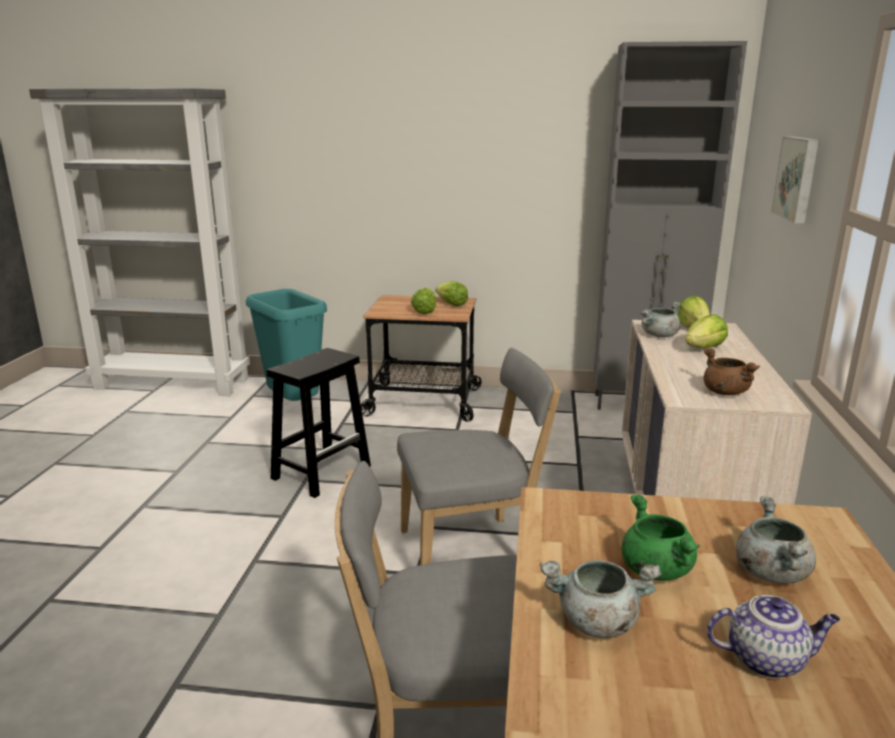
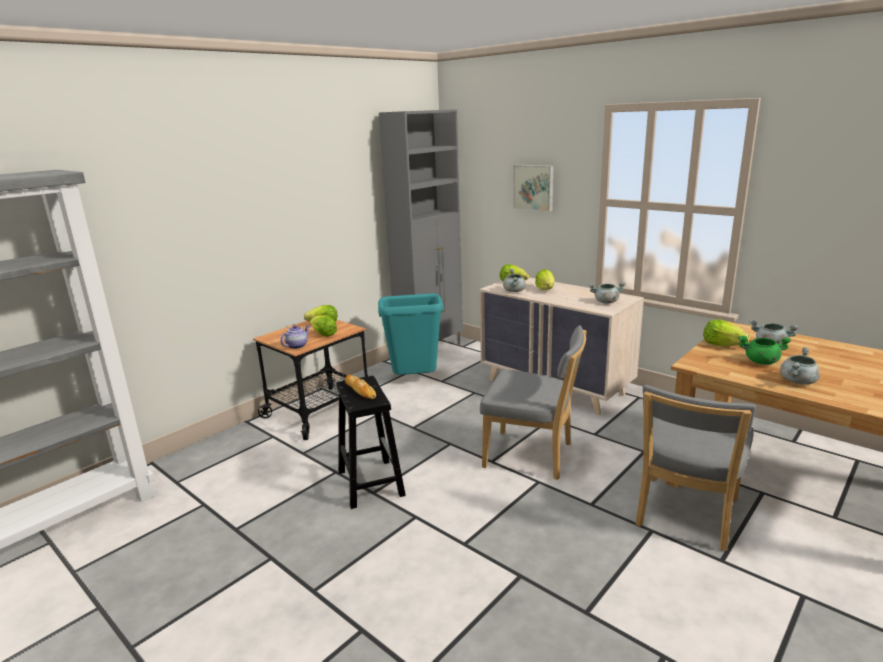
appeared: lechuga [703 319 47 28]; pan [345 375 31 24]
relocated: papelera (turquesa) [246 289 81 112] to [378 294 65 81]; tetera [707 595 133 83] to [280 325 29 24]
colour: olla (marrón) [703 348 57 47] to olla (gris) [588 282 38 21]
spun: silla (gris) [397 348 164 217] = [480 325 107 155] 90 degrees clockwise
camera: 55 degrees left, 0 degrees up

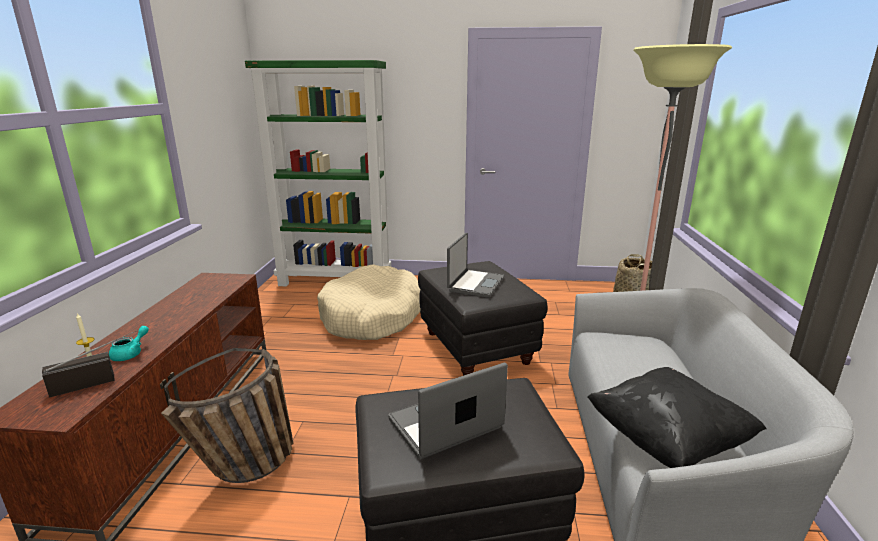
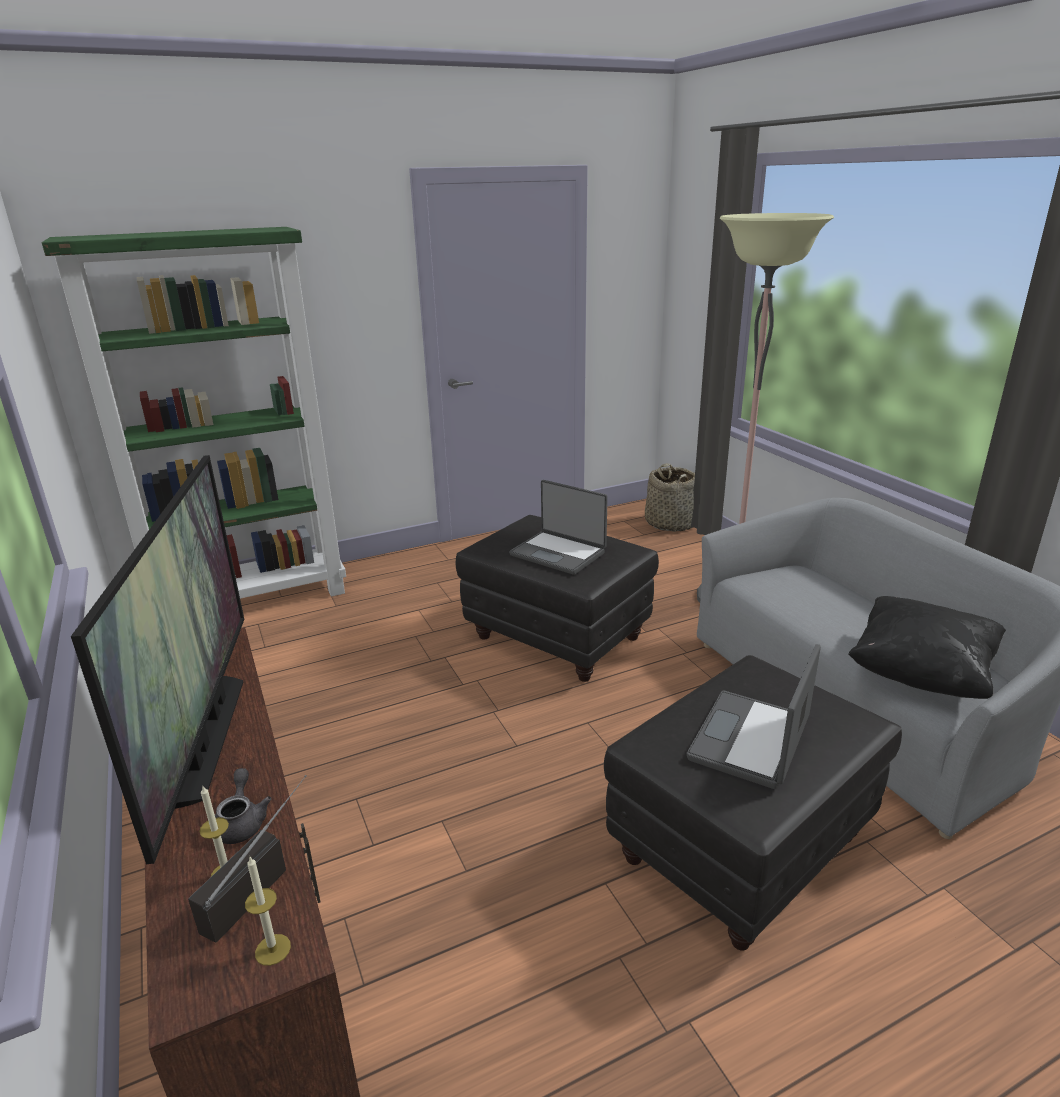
missing: cama para perro (beis) [317 264 104 76]; cesta [161 348 132 135]
appeared: televisor [71 455 173 409]; vela [245 857 46 109]
colour: tetera (turquesa) [109 326 40 35] to tetera (gris) [215 768 56 76]
spun: portátil [447 233 57 65] = [509 480 99 95] 135 degrees clockwise
camera: 30 degrees left, 5 degrees up

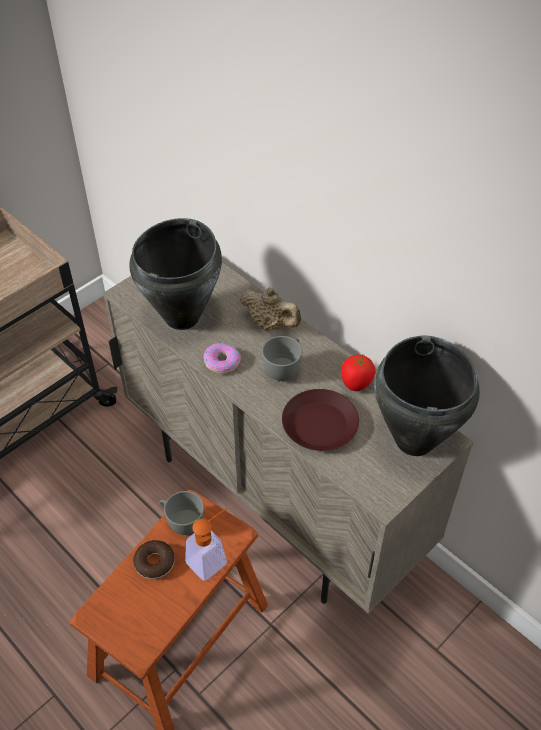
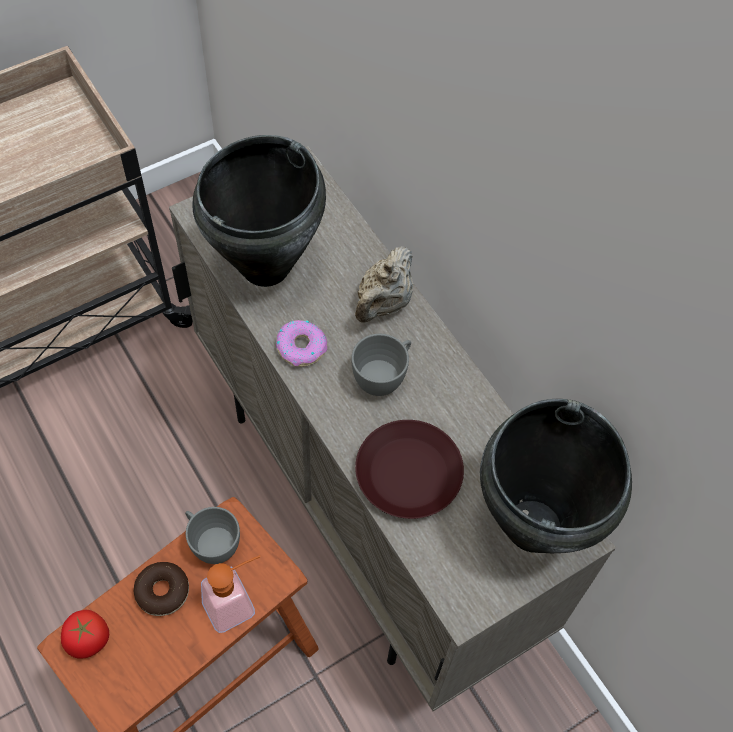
relocated: tomate [341 354 34 37] to [61 610 48 49]
spun: tetera (beis) [240 288 61 43] = [355 246 58 77] 75 degrees clockwise
camera: 10 degrees right, 10 degrees up

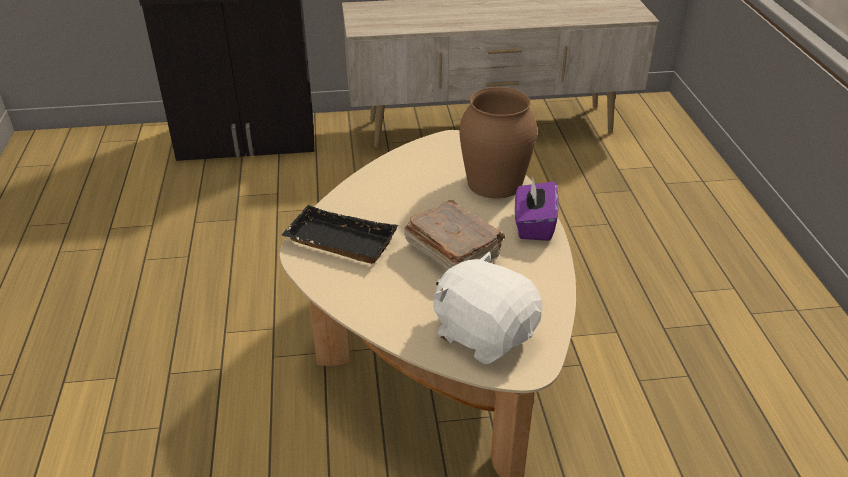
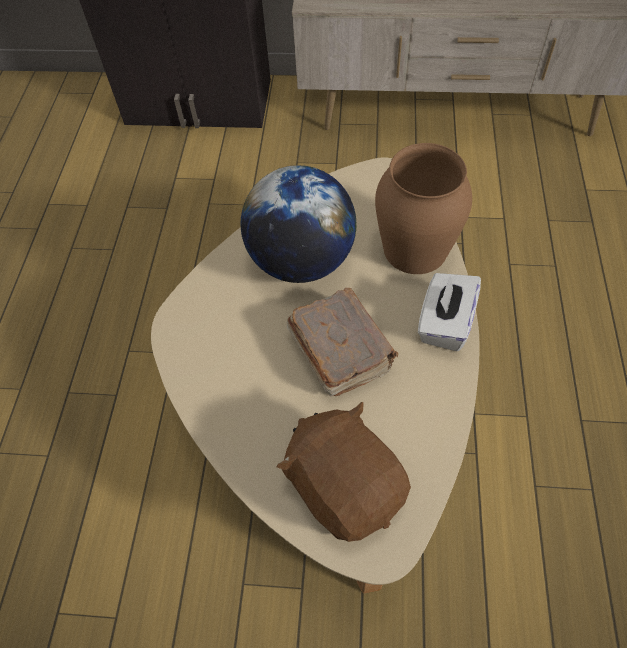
missing: bandeja (negro) [282 205 116 59]
appeared: globo terráqueo [241 165 116 118]
colour: caja de pañuelos (morado) [515 178 43 63] to caja de pañuelos (blanco) [418 273 63 78]; peluche (blanco) [433 251 110 113] to peluche (marrón) [277 402 134 140]
camera: 15 degrees right, 20 degrees up

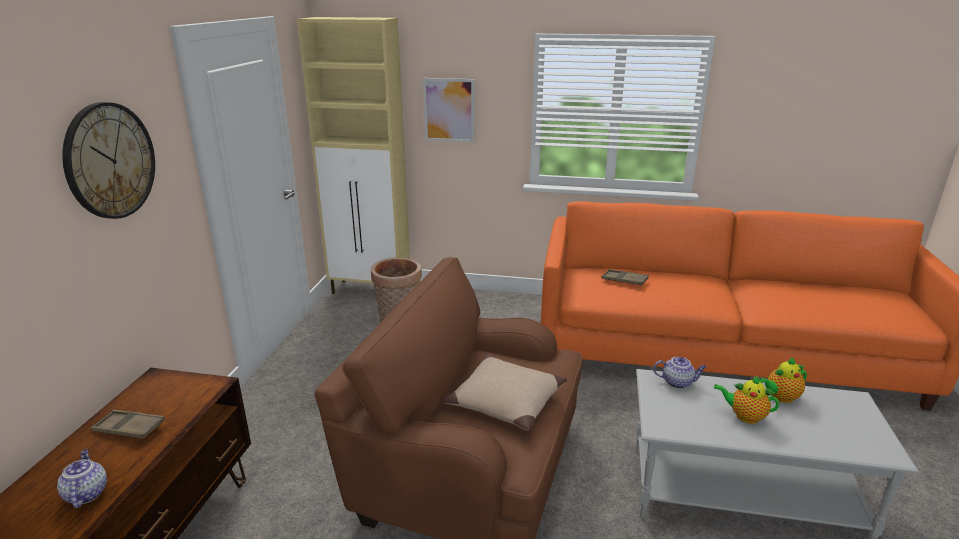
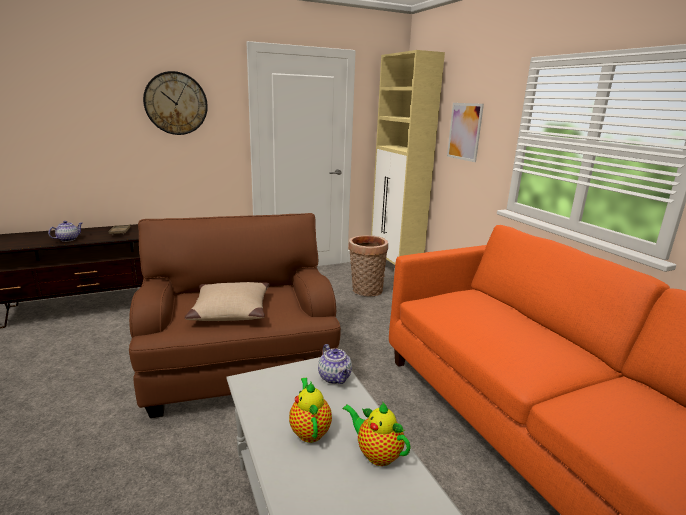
missing: bandeja (marrón) [601 269 48 17]
camera: 55 degrees right, 5 degrees down

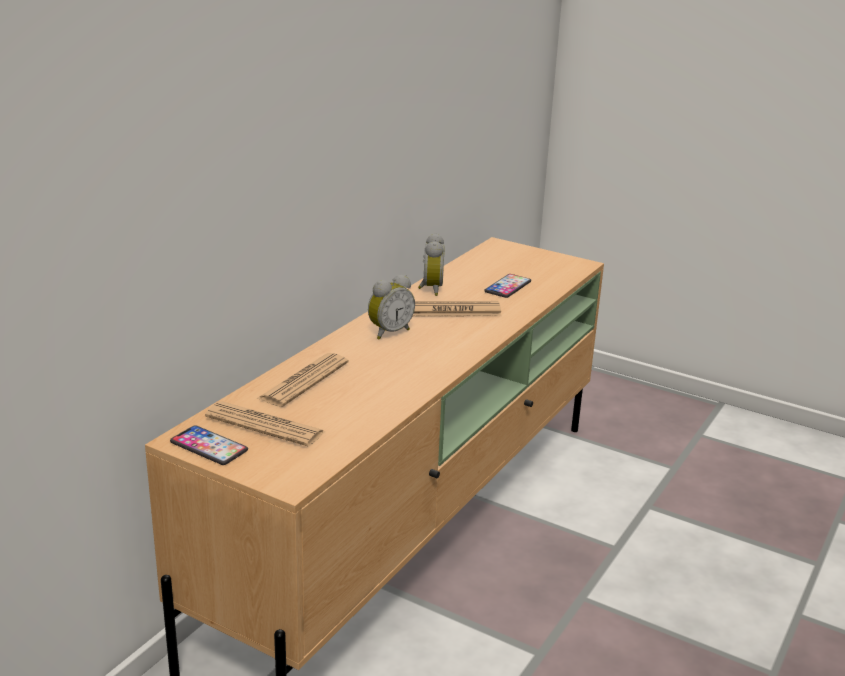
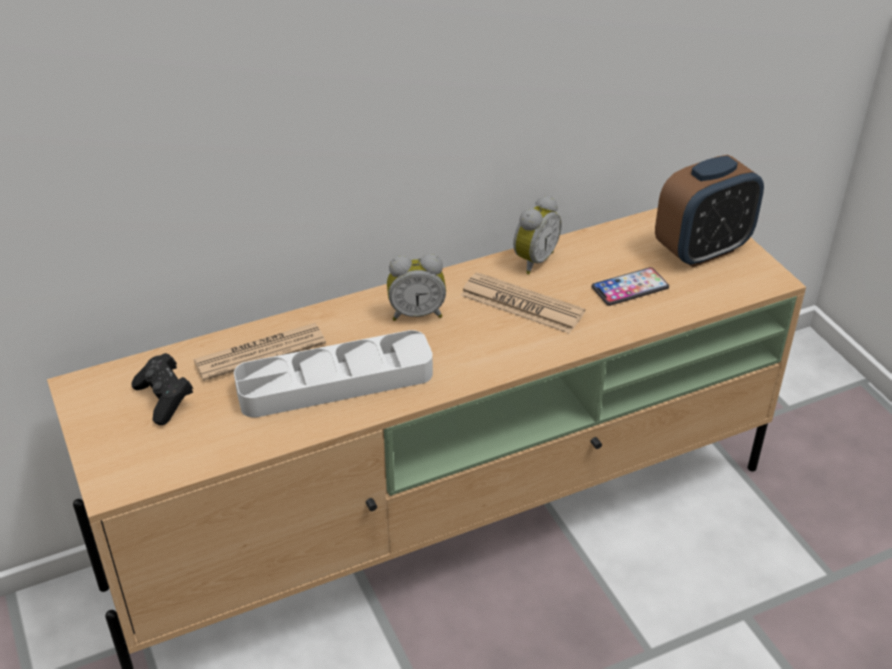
missing: móvil [170 425 78 40]
appeared: despertador [655 155 109 113]; bandeja (blanco) [234 330 199 88]
exchanged: periódico [205 401 120 46] to mando de consola (negro) [132 353 61 72]
camera: 35 degrees right, 15 degrees up

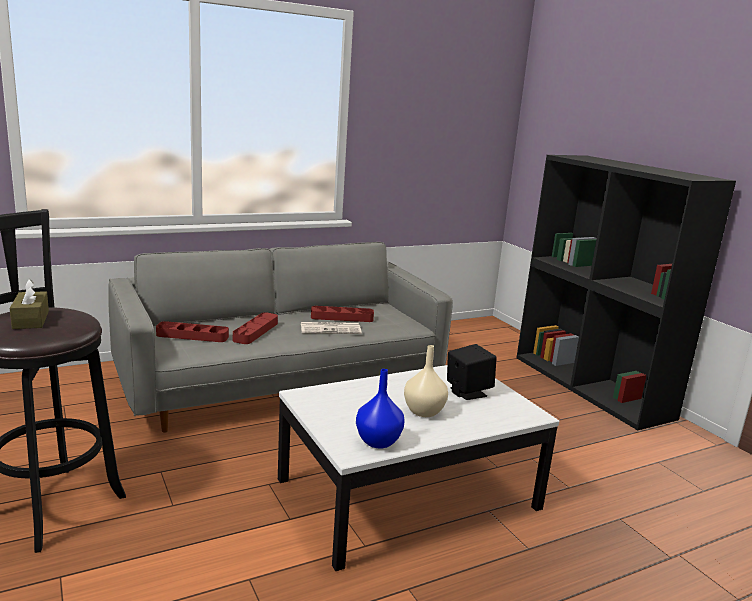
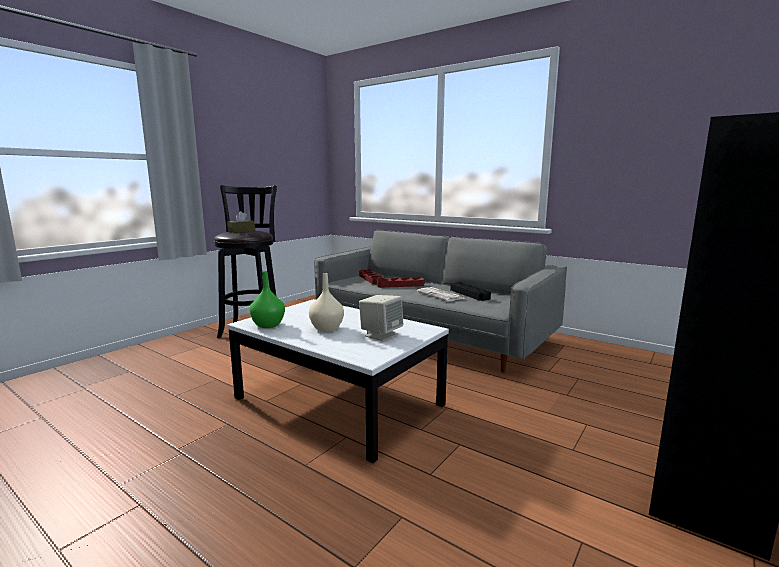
colour: bandeja (rojo) [311 306 63 16] to bandeja (negro) [450 282 41 19]; altavoz (negro) [447 344 50 56] to altavoz (beis) [359 295 44 46]; florero (azul) [356 369 49 80] to florero (verde) [249 271 36 57]
camera: 65 degrees right, 5 degrees down

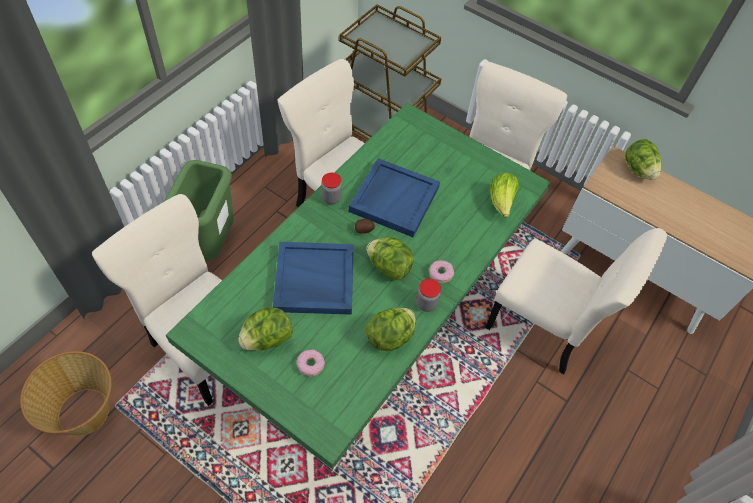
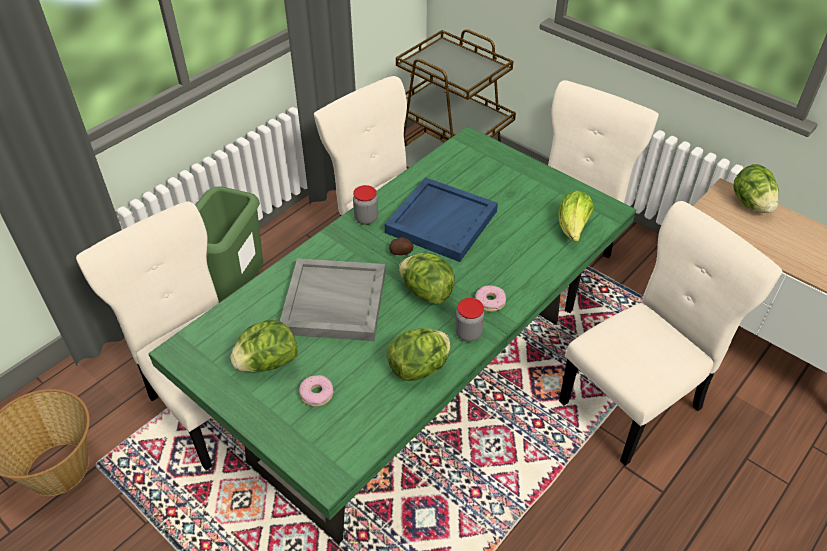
colour: bandeja (azul) [273 242 81 73] to bandeja (gris) [280 258 105 83]
spun: silla (beis) [485 228 182 146] = [559 201 223 265] 75 degrees counterclockwise
camera: 10 degrees right, 10 degrees down

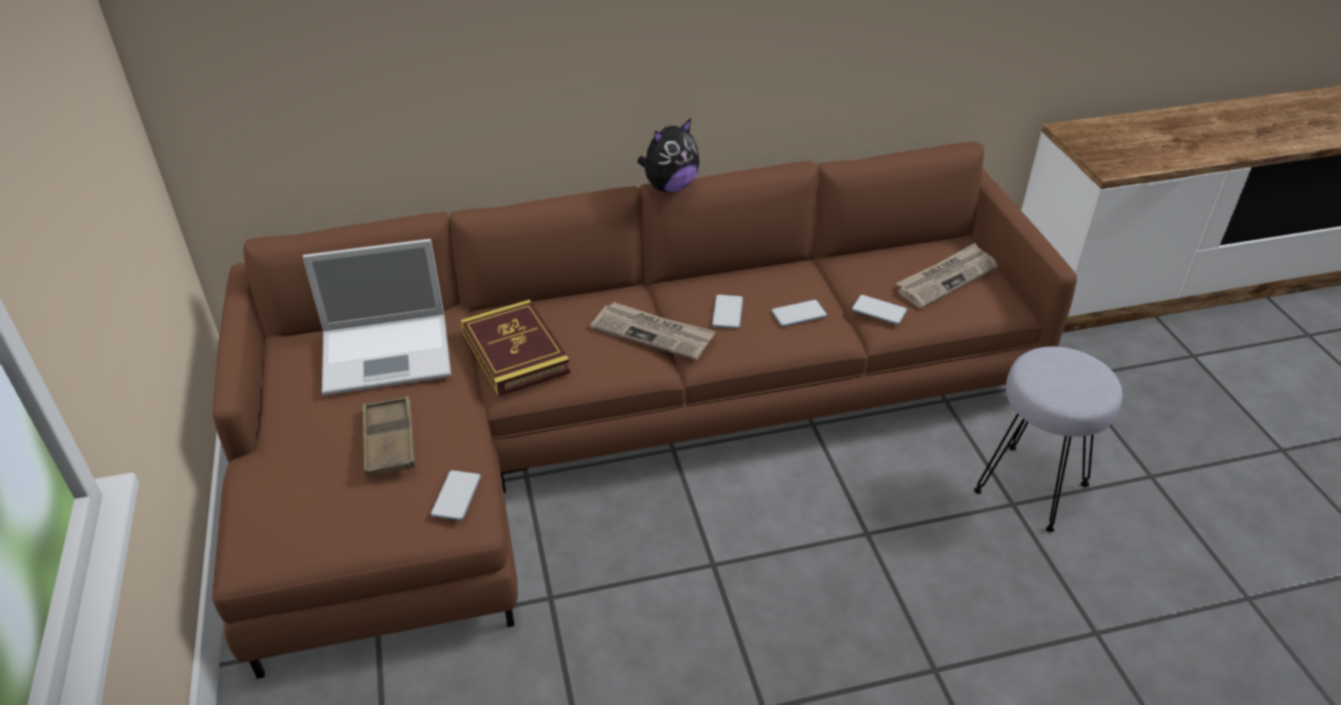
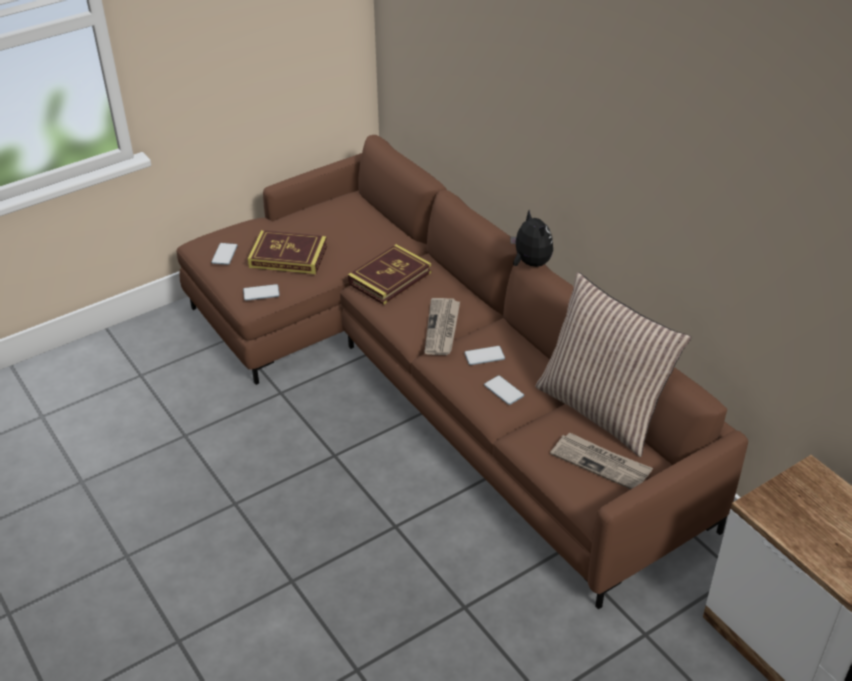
missing: portátil [303 239 148 157]; taburete (gris) [974 347 149 185]
appeared: cojín [536 272 155 185]
relocated: móvil [852 295 55 29] to [211 243 27 22]
exchanged: bandeja (marrón) [363 396 52 81] to libro [248 230 79 44]
spun: peluche [637 118 62 75] = [510 210 43 57] 150 degrees counterclockwise
camera: 70 degrees right, 0 degrees up

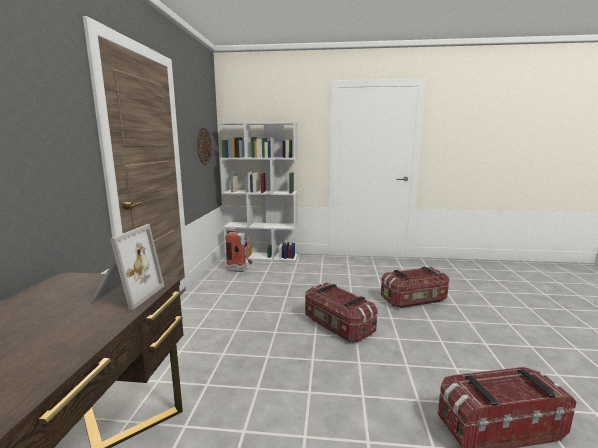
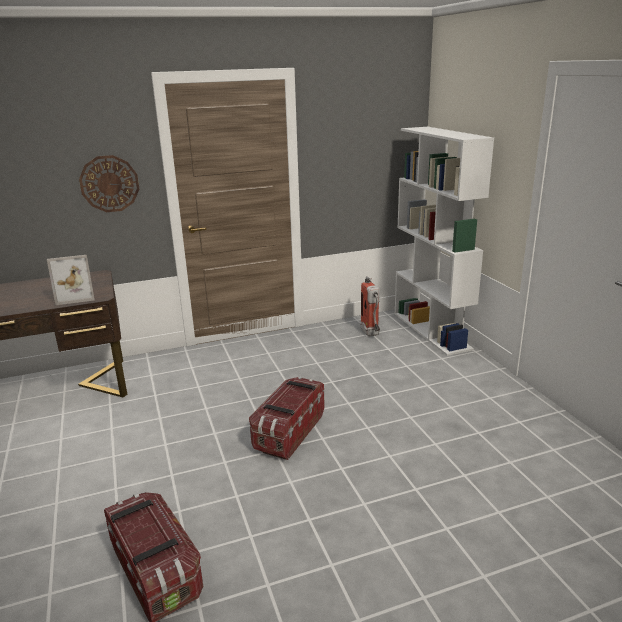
missing: caja de almacenaje [381 267 68 41]
relocated: reloj de pared [197 128 15 37] to [79 155 60 57]
camera: 65 degrees right, 10 degrees up

